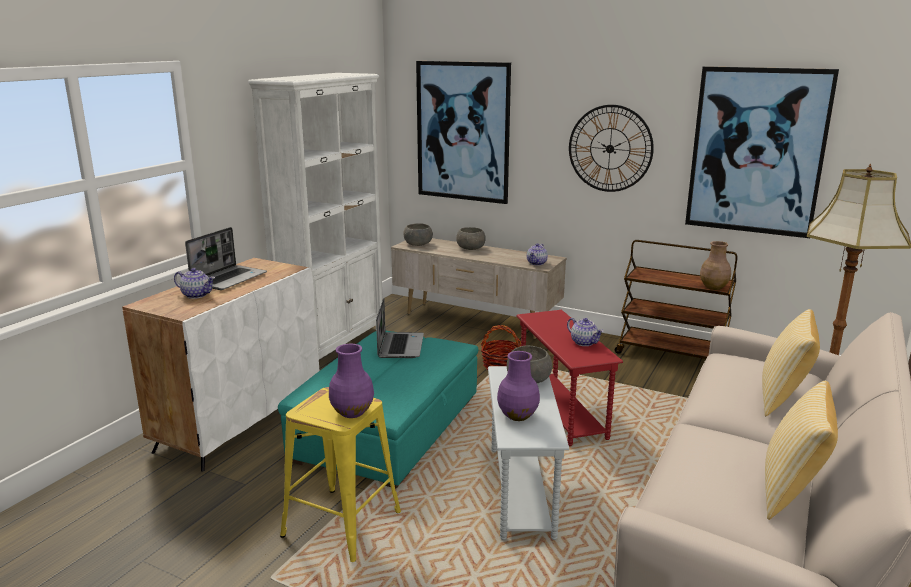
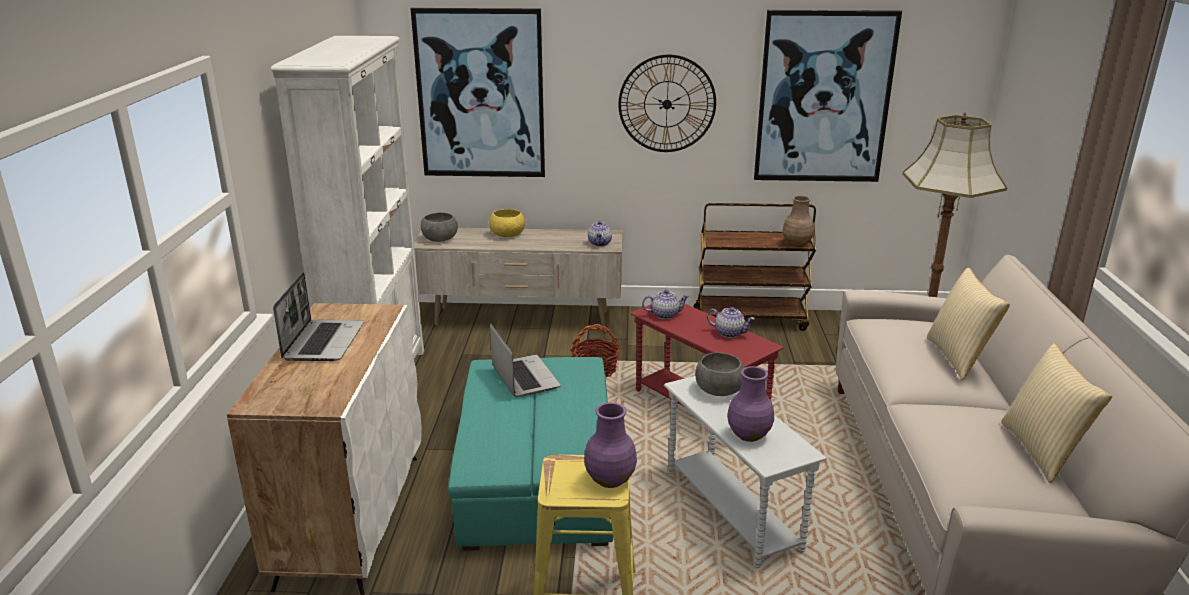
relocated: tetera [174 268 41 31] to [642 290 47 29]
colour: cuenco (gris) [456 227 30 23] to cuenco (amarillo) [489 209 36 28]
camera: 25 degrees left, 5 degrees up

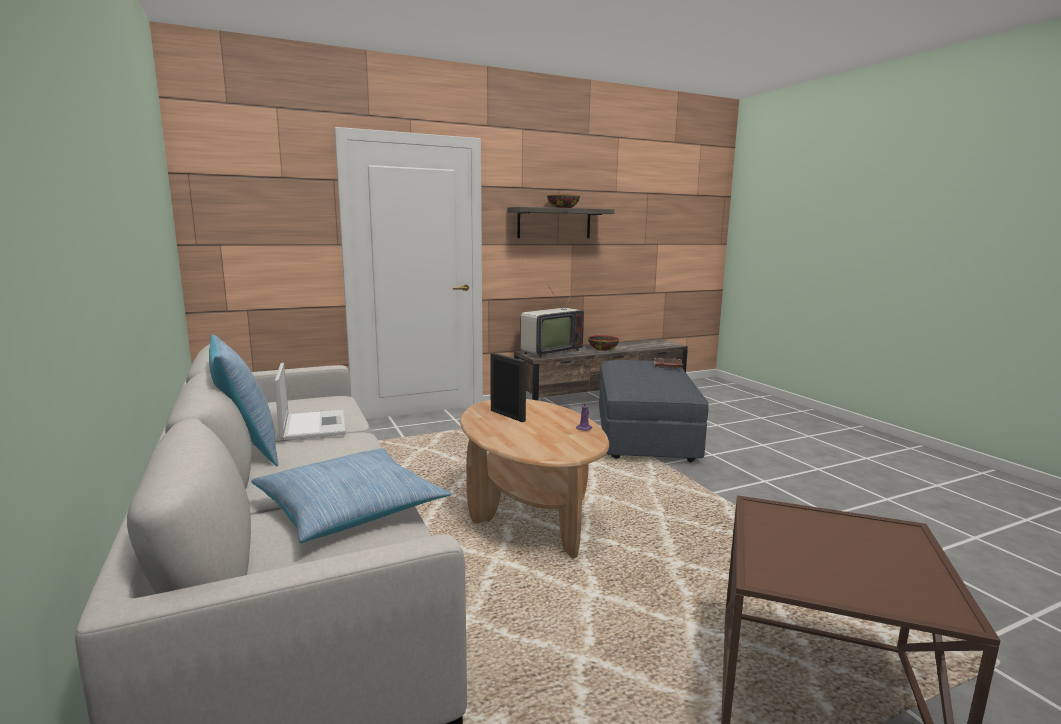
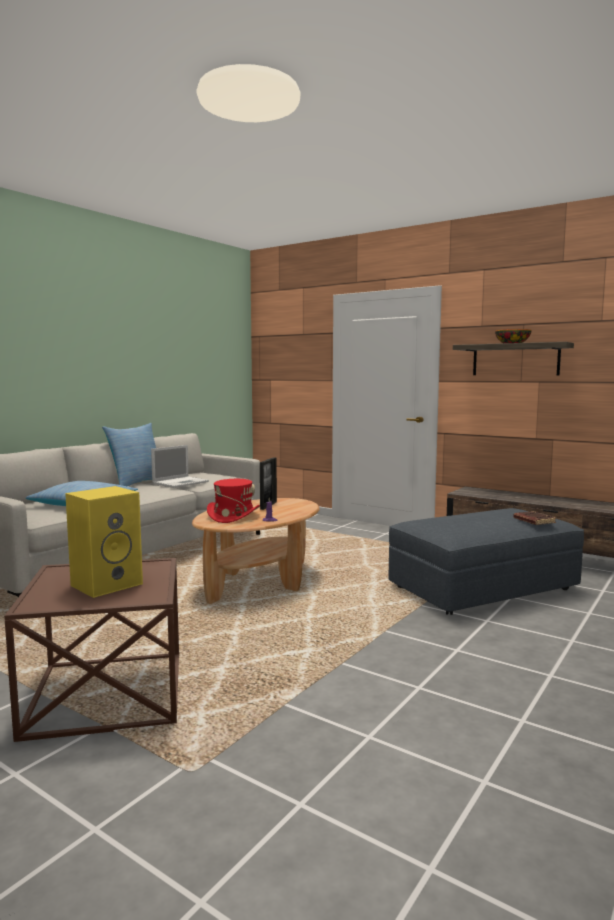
missing: televisor [520 280 64 78]; cuenco [588 335 31 16]
appeared: sombrero (rojo) [207 479 53 44]; altavoz (amarillo) [65 486 78 112]
camera: 60 degrees right, 5 degrees down

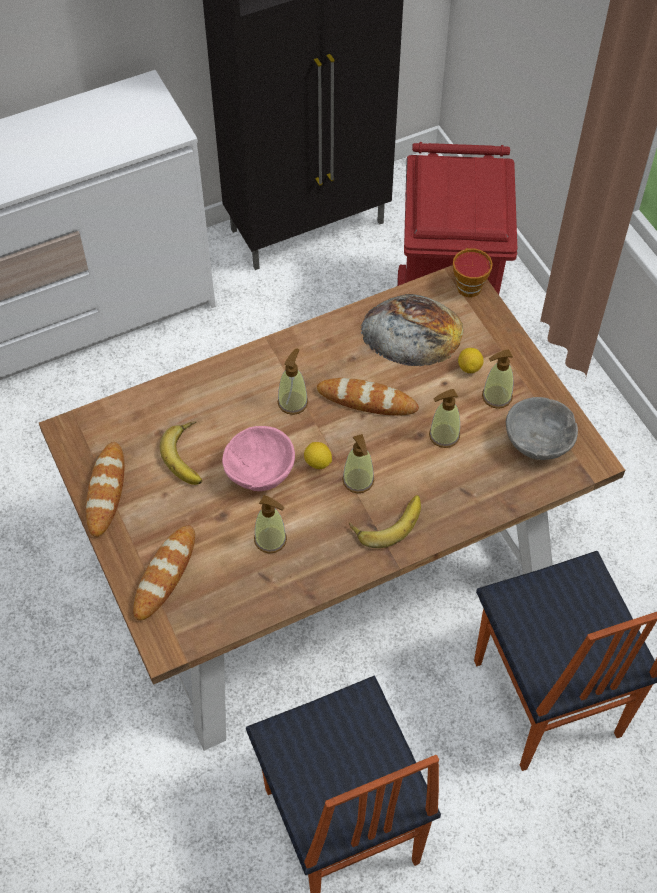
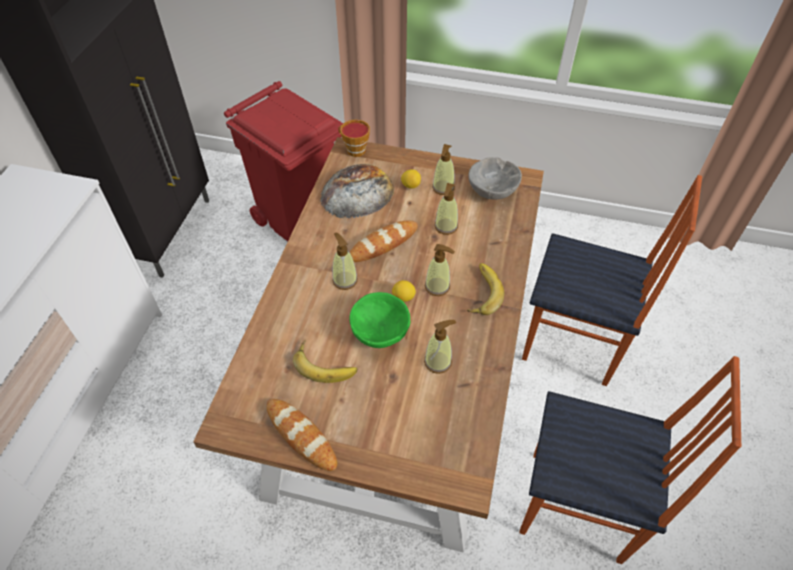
missing: pan [133 525 62 96]
colour: cuenco (rosa) [222 426 73 65] to cuenco (verde) [349 292 61 56]
camera: 50 degrees left, 5 degrees down

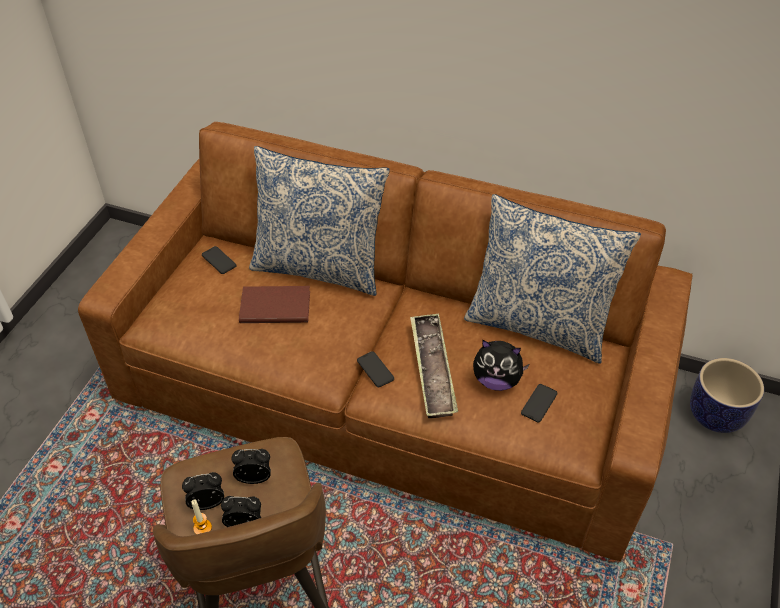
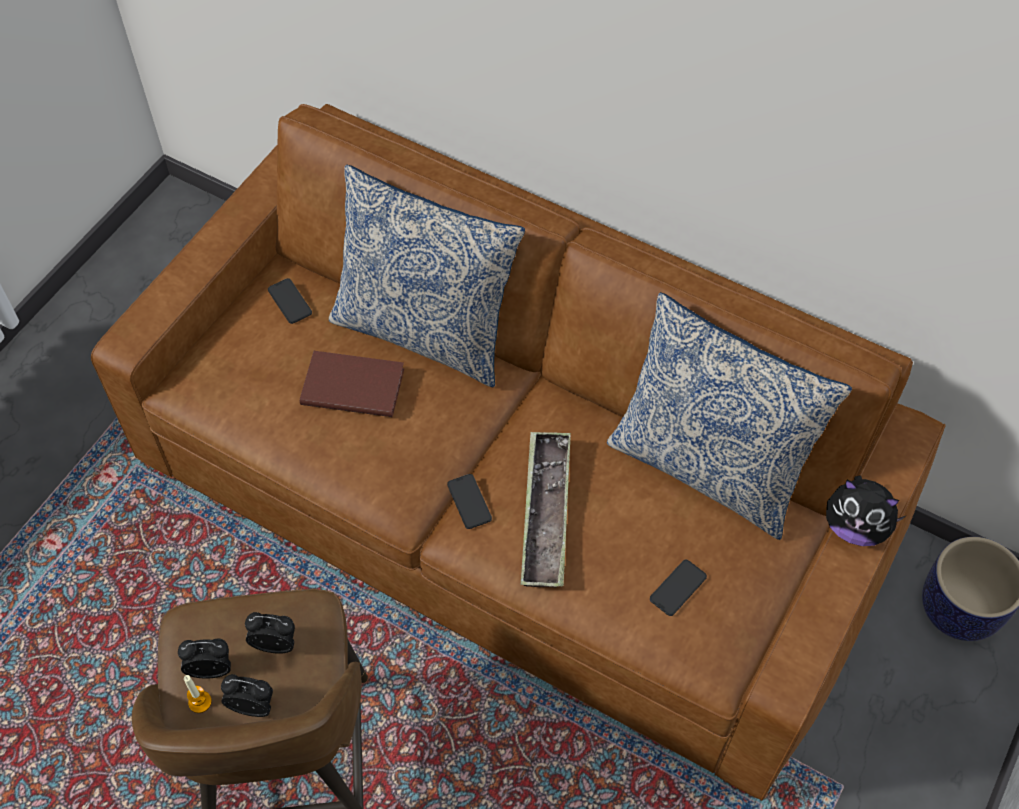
relocated: peluche [473 340 57 51] to [826 476 81 70]
camera: 10 degrees right, 10 degrees up

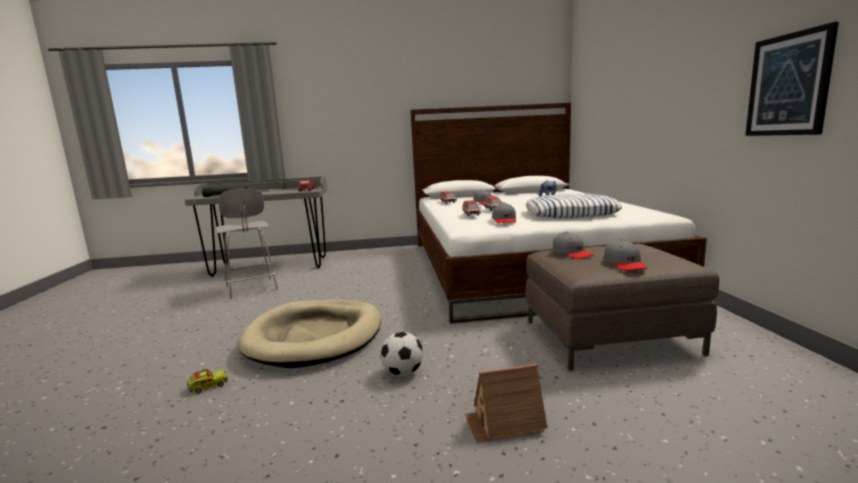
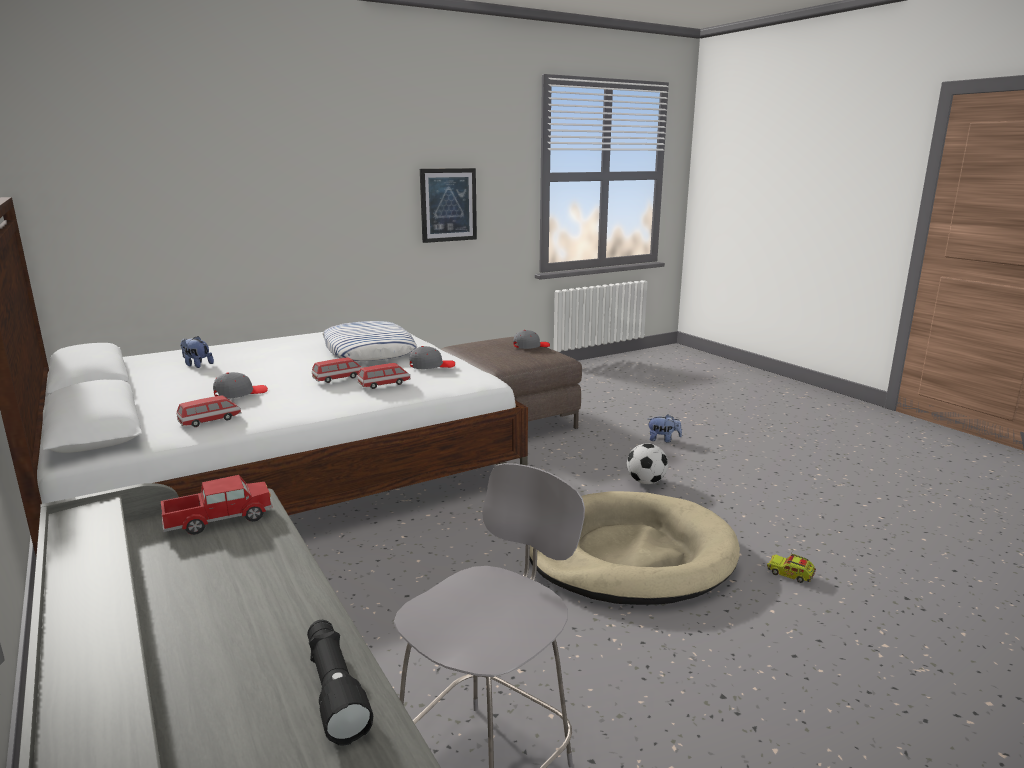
missing: gorra (gris) [553 232 41 27]
exchanged: casita [465 364 83 79] to peluche [648 415 34 27]
camera: 115 degrees left, 5 degrees up

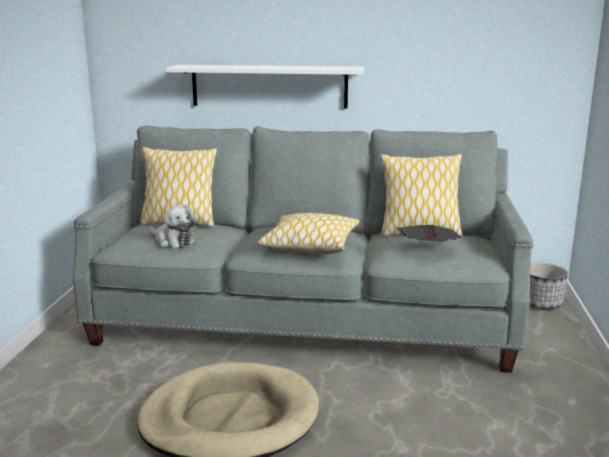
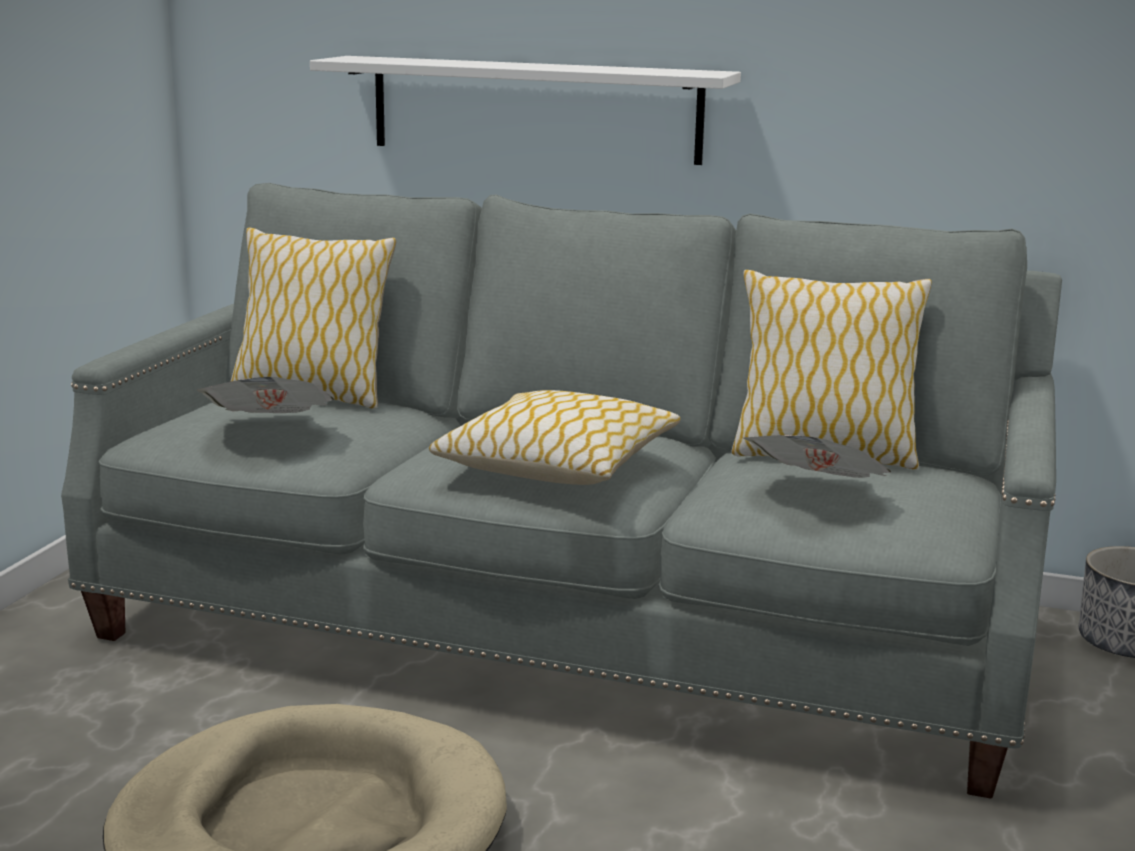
exchanged: peluche [149 205 46 43] to periódico [197 377 137 36]
camera: 10 degrees right, 0 degrees up

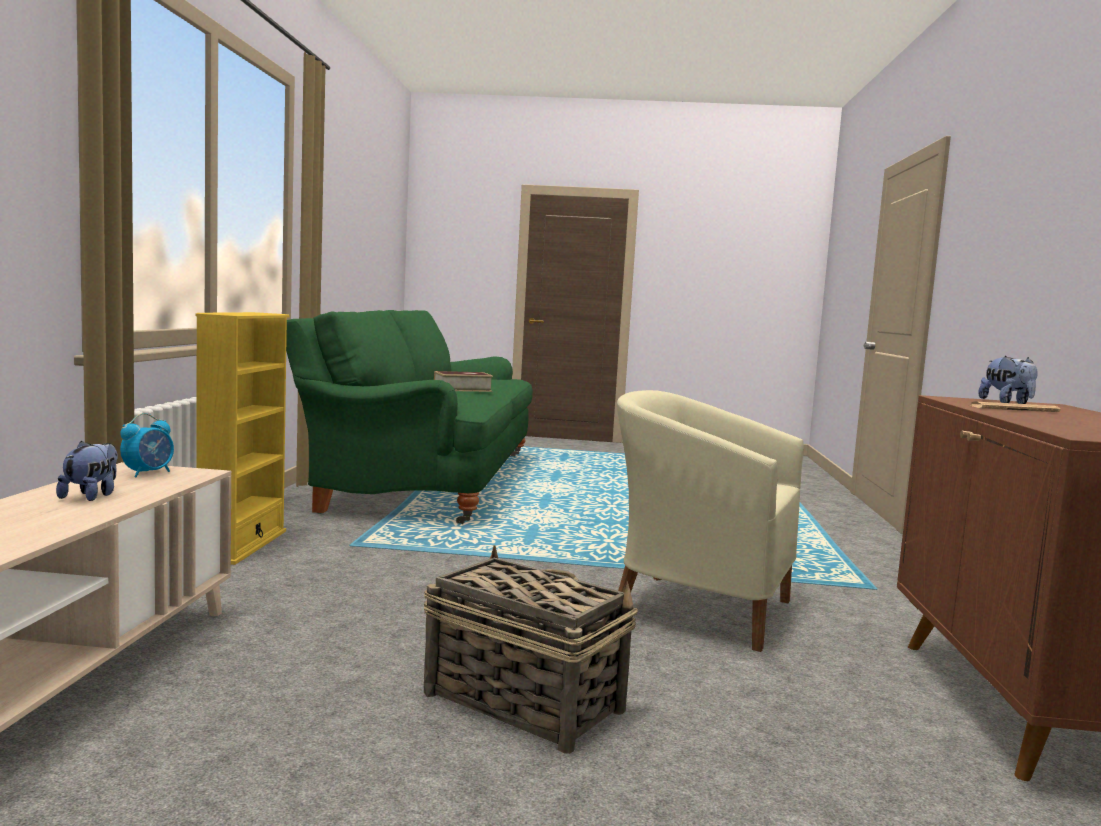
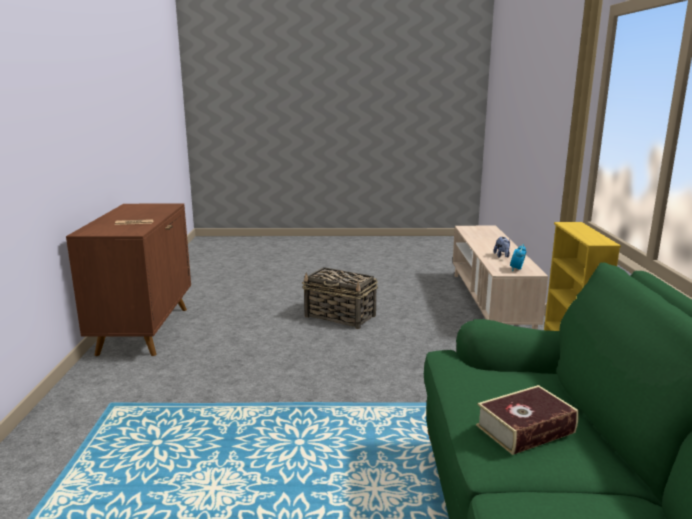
missing: peluche [979 356 59 48]; sillón (beis) [617 390 187 262]
camera: 175 degrees right, 10 degrees up

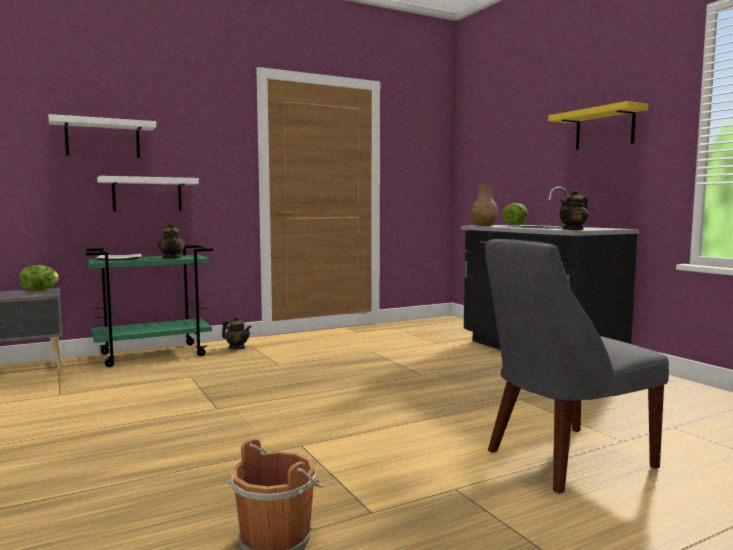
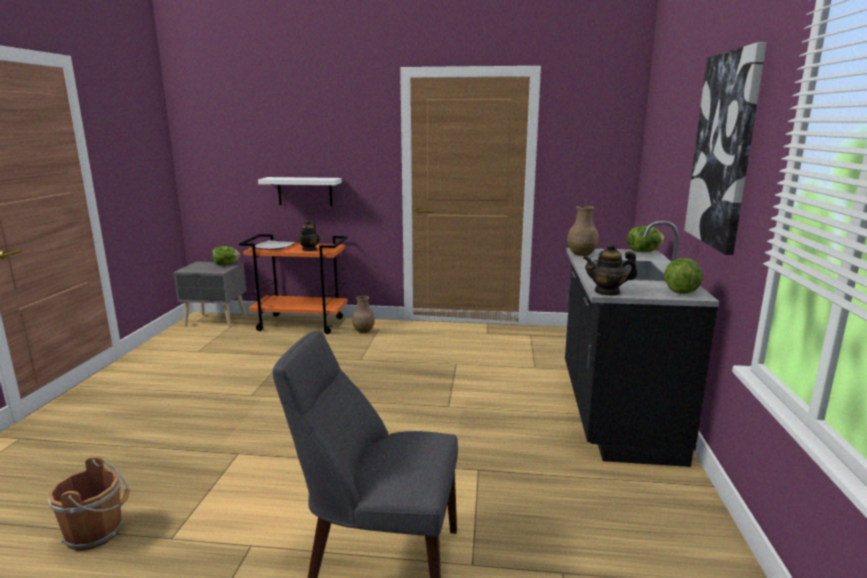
missing: estante (blanco) [49 114 107 44]
appeared: lechuga [664 258 39 36]
exchanged: estante (amarillo) [548 101 101 49] to cuadro [684 42 83 213]; tetera [222 315 29 34] to florero (marrón) [352 296 23 37]
colour: carrito (verde) [83 245 130 122] to carrito (naranja) [239 234 109 100]
camera: 35 degrees right, 10 degrees up

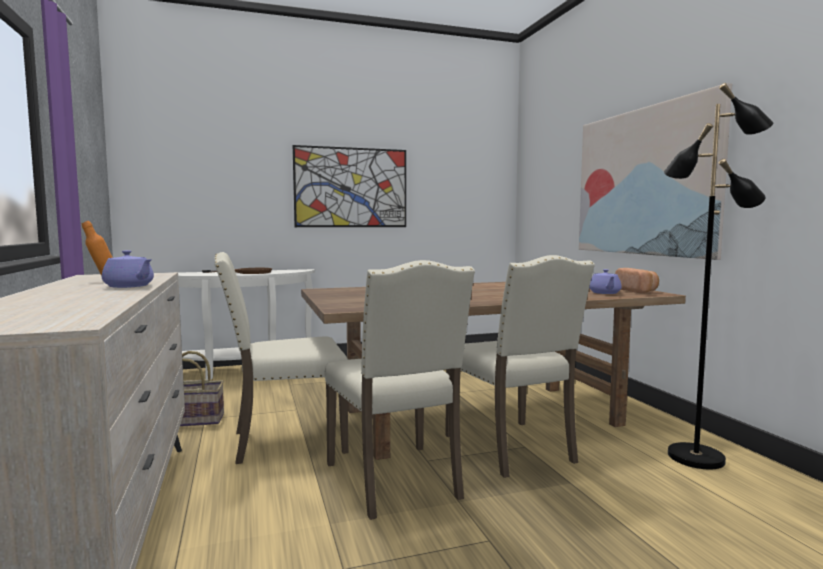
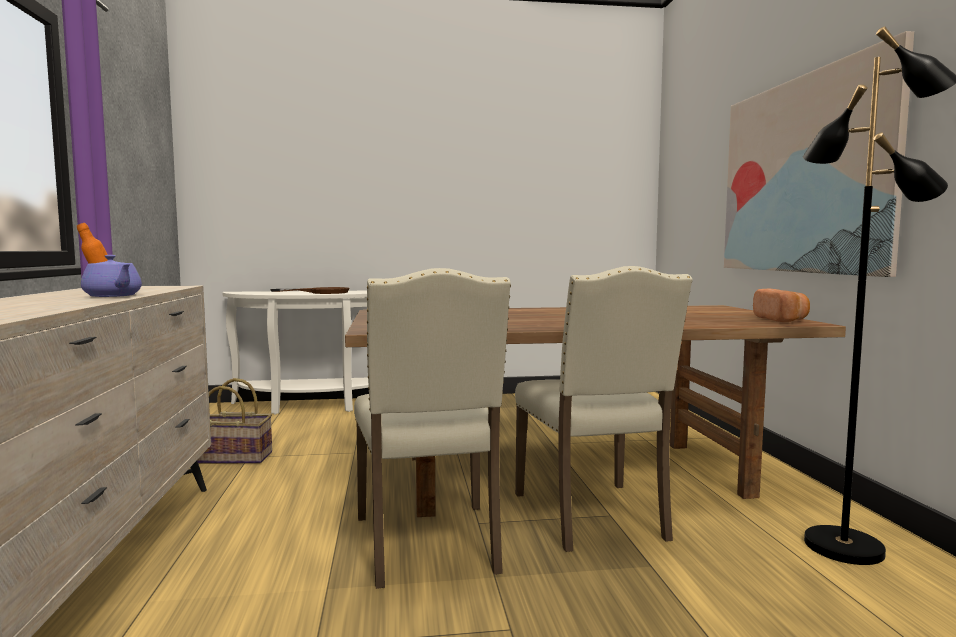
missing: cuadro [293 145 113 82]; silla (beis) [214 252 135 212]; tetera (morado) [589 269 33 25]
camera: 10 degrees right, 0 degrees up

